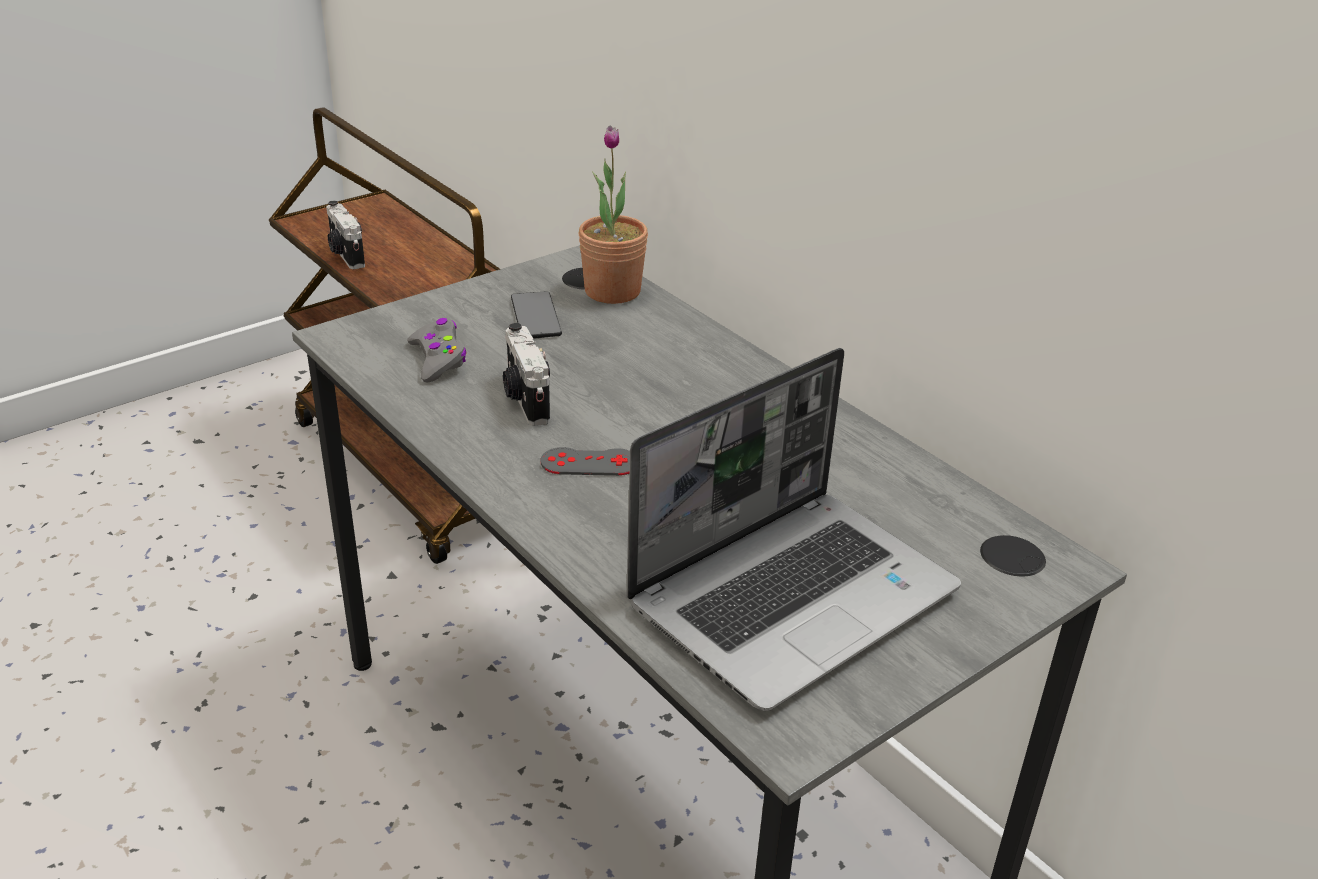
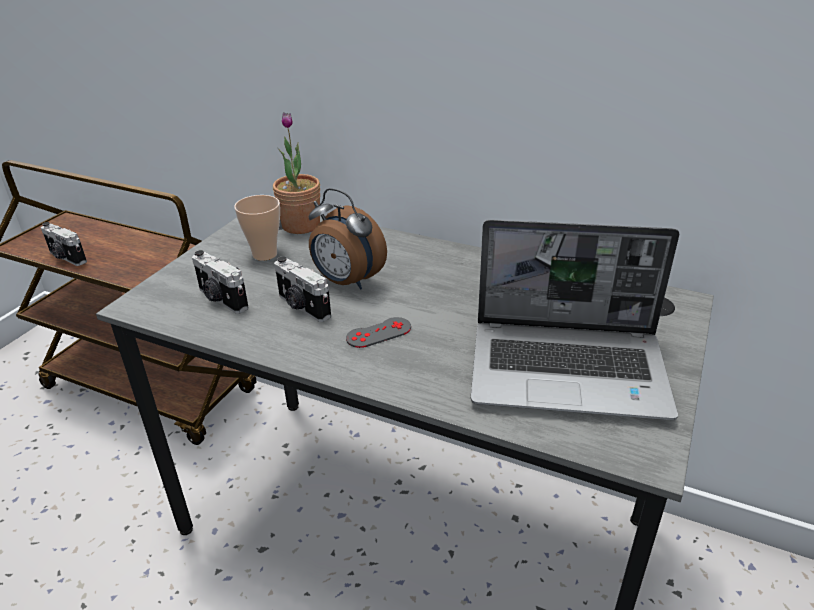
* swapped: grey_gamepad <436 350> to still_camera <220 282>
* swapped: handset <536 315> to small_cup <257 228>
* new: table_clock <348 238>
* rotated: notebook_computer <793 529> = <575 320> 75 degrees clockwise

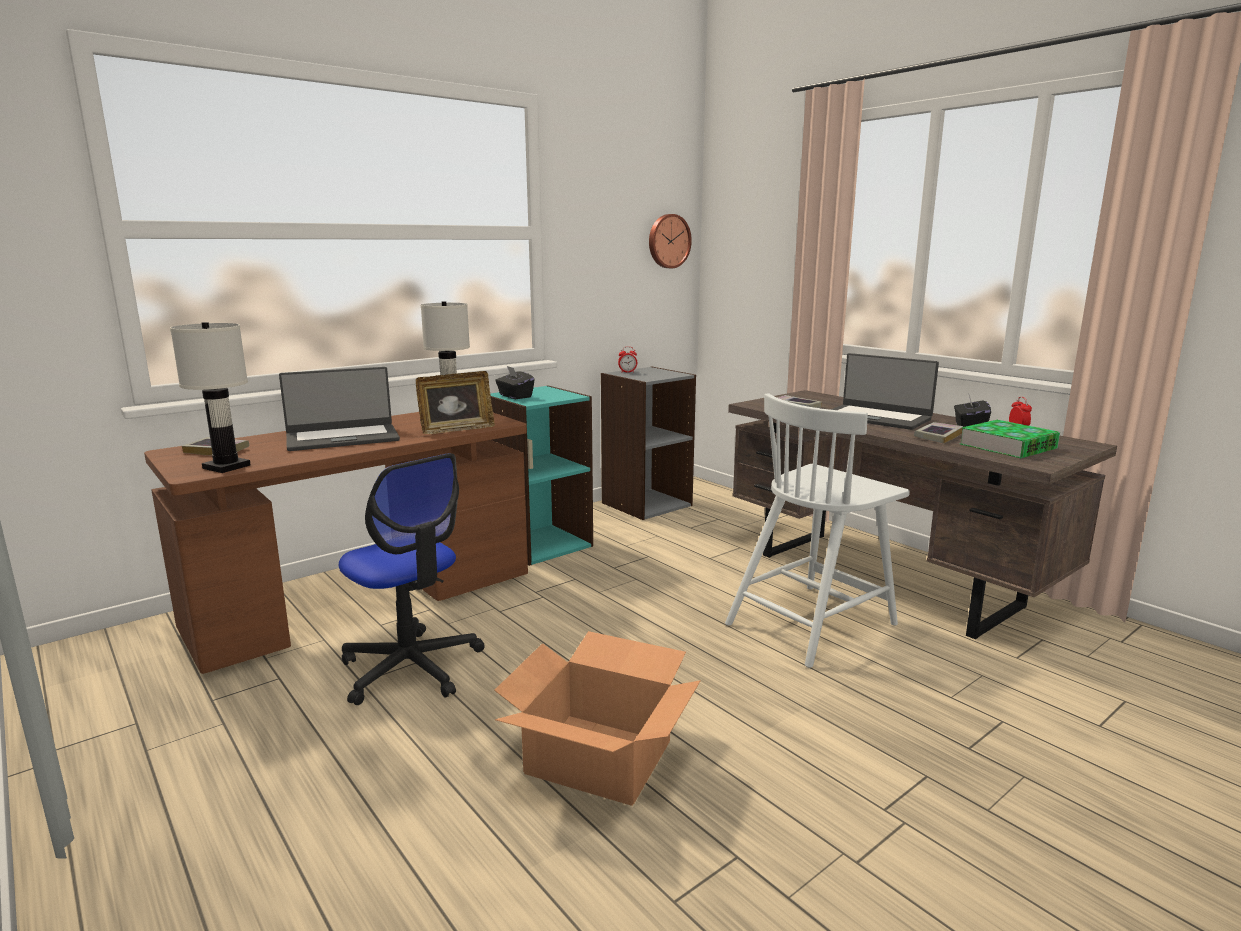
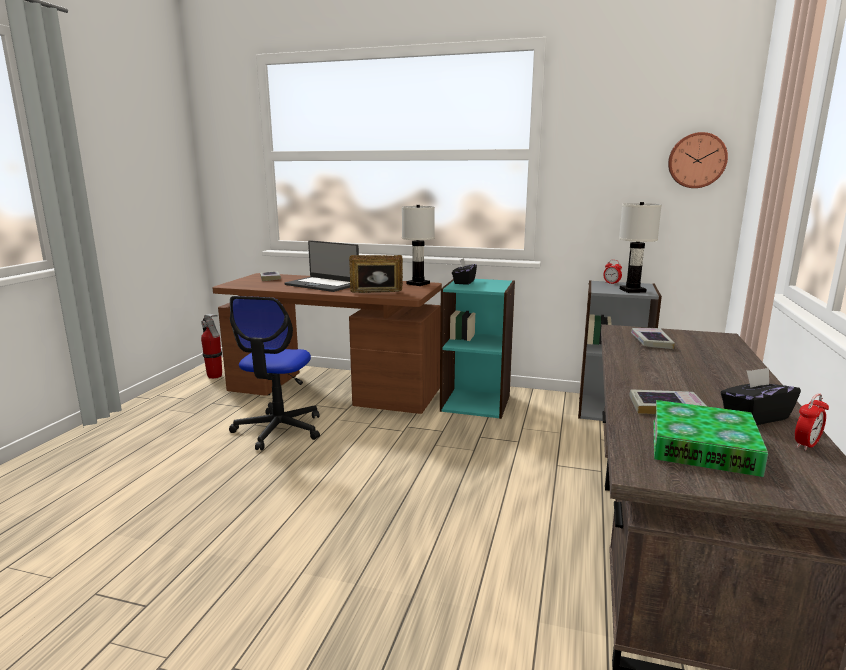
* new: fire_extinguisher <211 346>
* rotated: photo_frame <455 402> = <376 274> 150 degrees clockwise
* shifted: whitish_tabletop_lamp <210 397> to <640 247>
* gone: cardboard_box <597 718>
* gone: whitish_plain_chair <817 530>
* gone: notebook_computer <884 391>

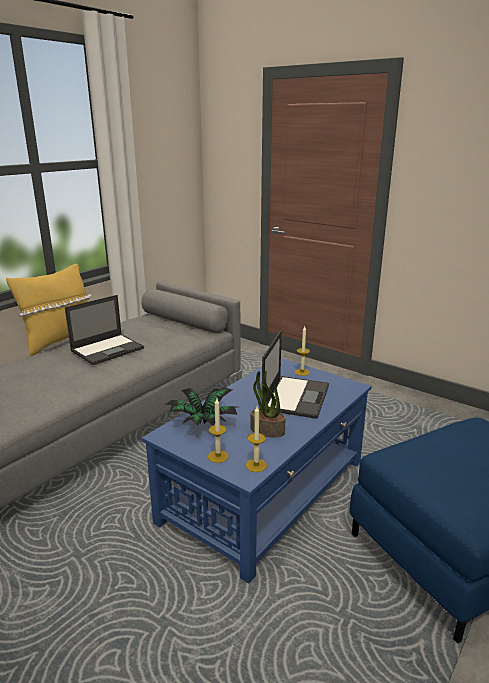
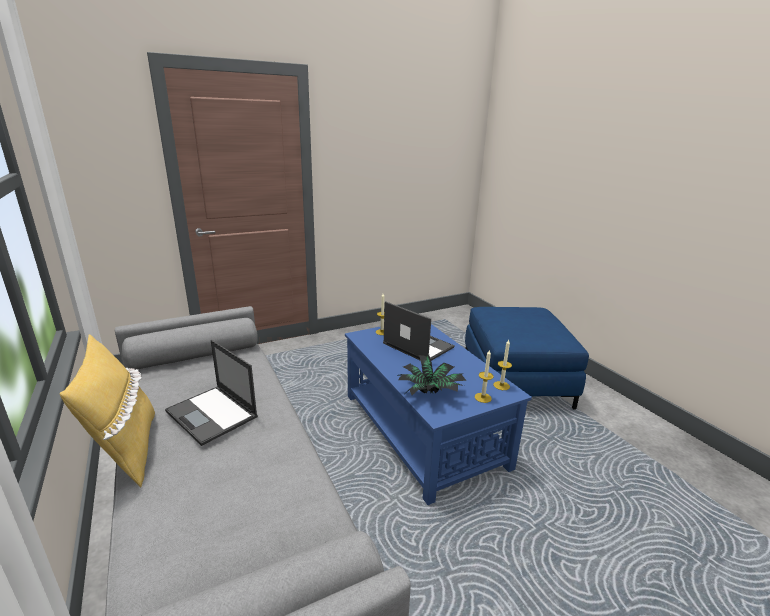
* rotated: notebook_computer <104 330> = <211 393> 150 degrees clockwise
* gone: houseplant <268 404>

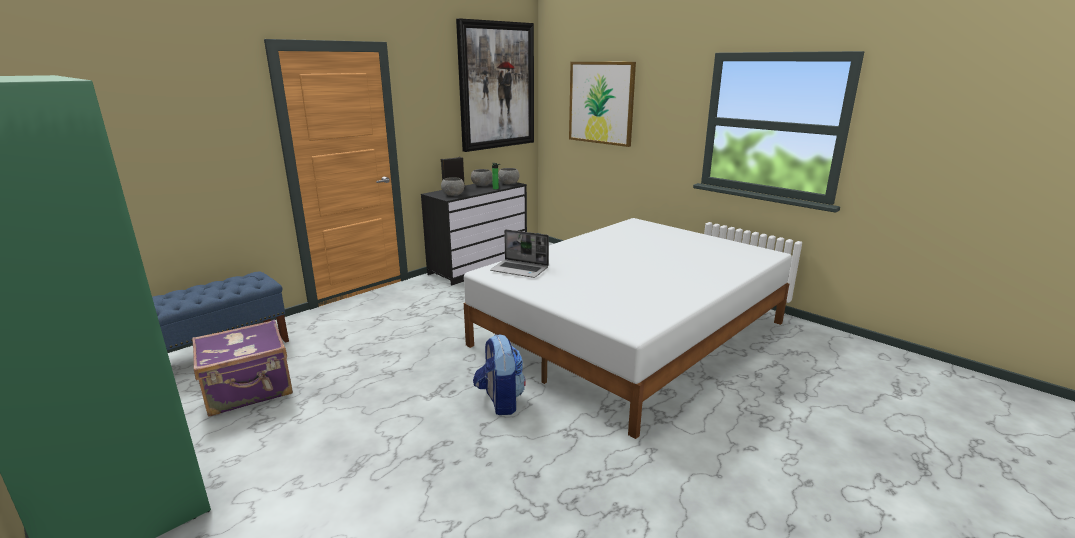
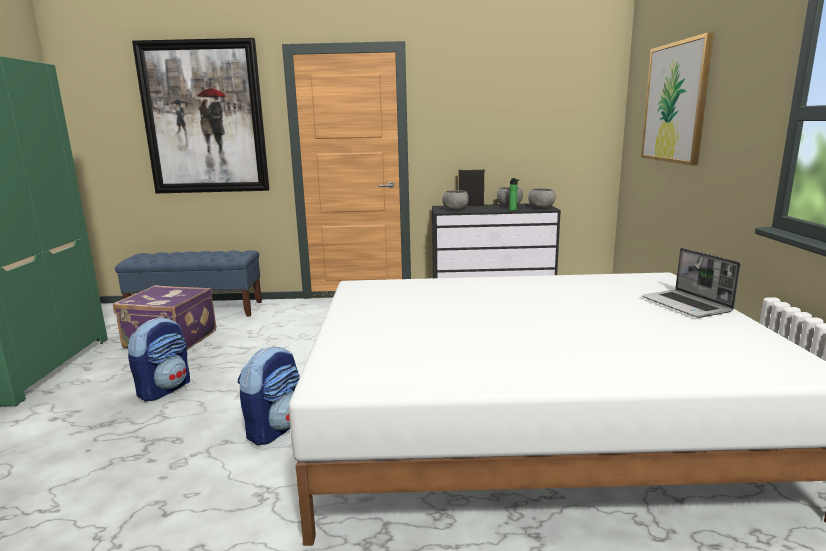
* new: backpack <158 359>
* shifted: picture <495 85> to <200 115>
* shifted: notebook_computer <519 253> to <691 283>

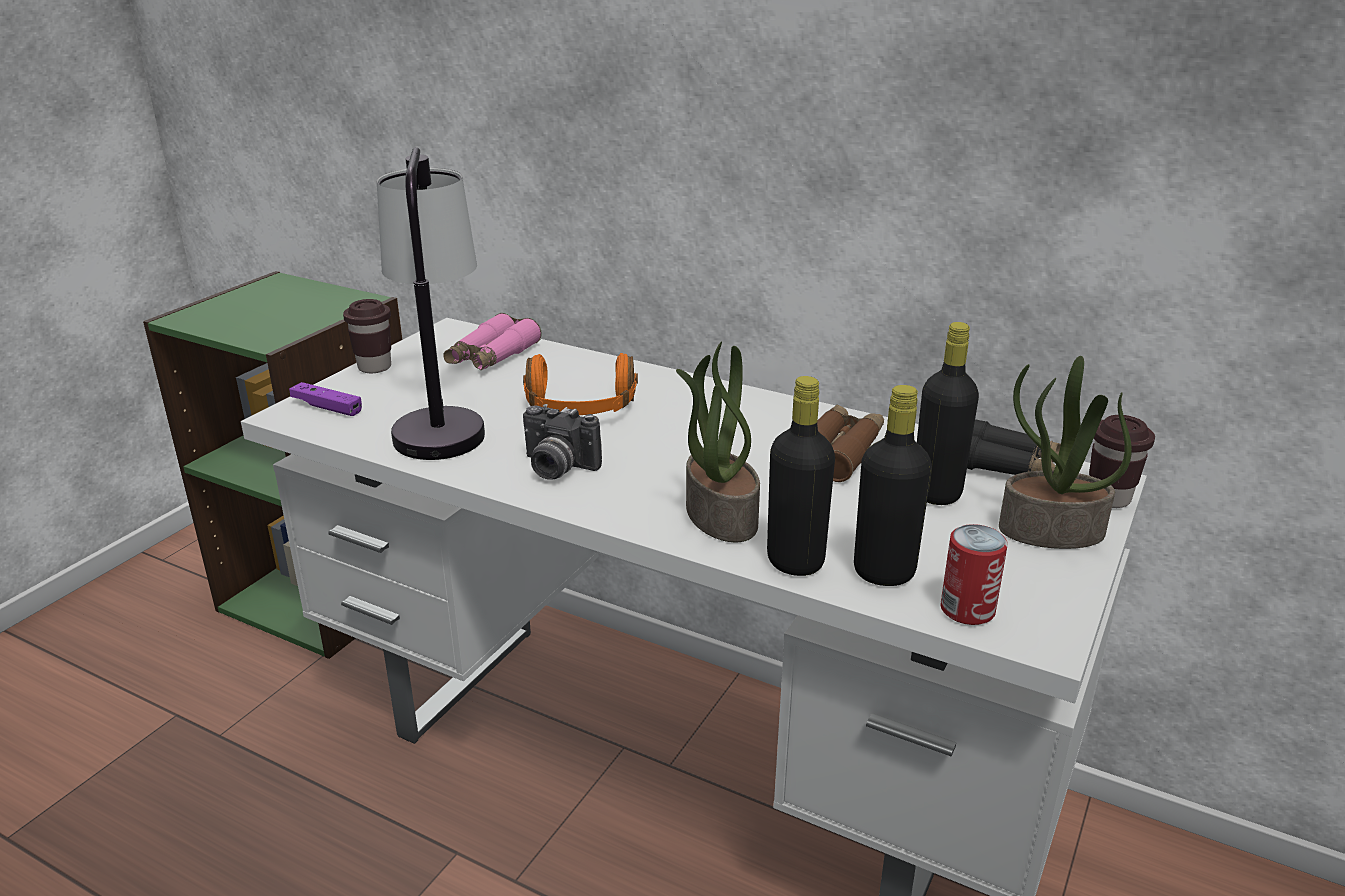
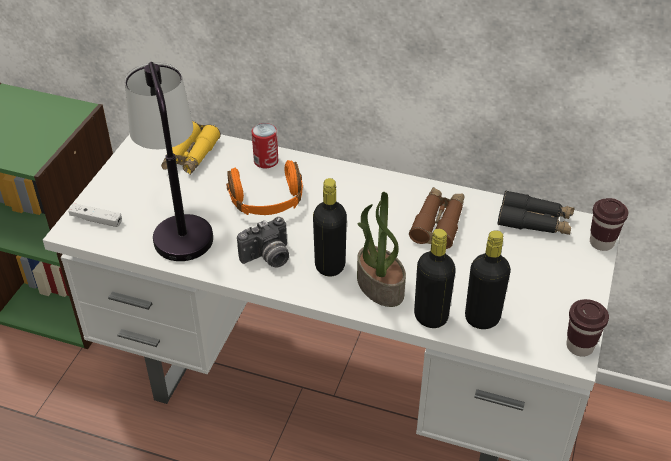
* repainted: purple-coloured_gamepad <325 399> to whitish_gamepad <95 215>
* repainted: pink-coloured_binoculars <492 341> to yellow-coloured_binoculars <191 148>
* rotated: still_camera <562 442> = <263 242> 45 degrees counterclockwise
* shifted: can <974 574> to <265 146>
* shifted: black_bottle <948 413> to <330 227>
* shifted: brown-coloured_small_cup <367 336> to <587 328>
* gone: houseplant <1065 452>

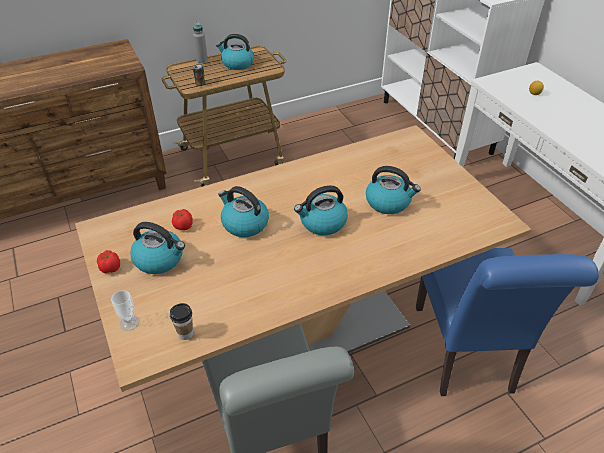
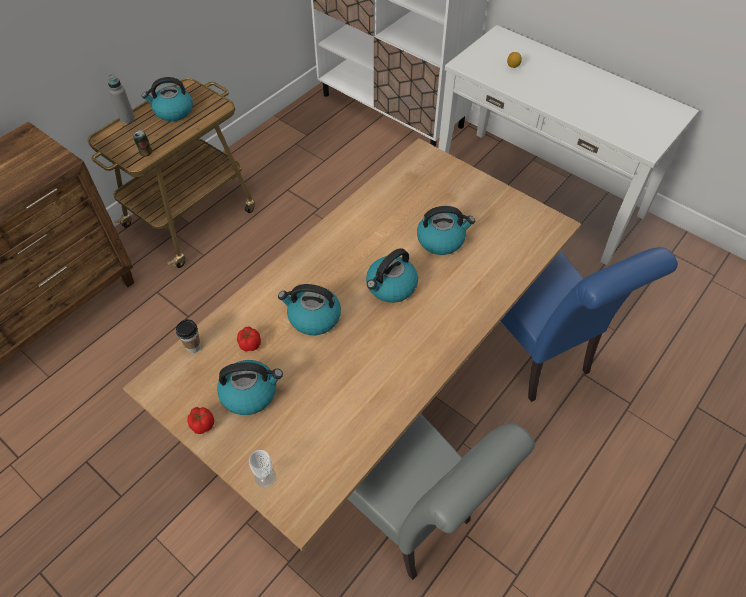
* shifted: small_cup <181 321> to <188 336>

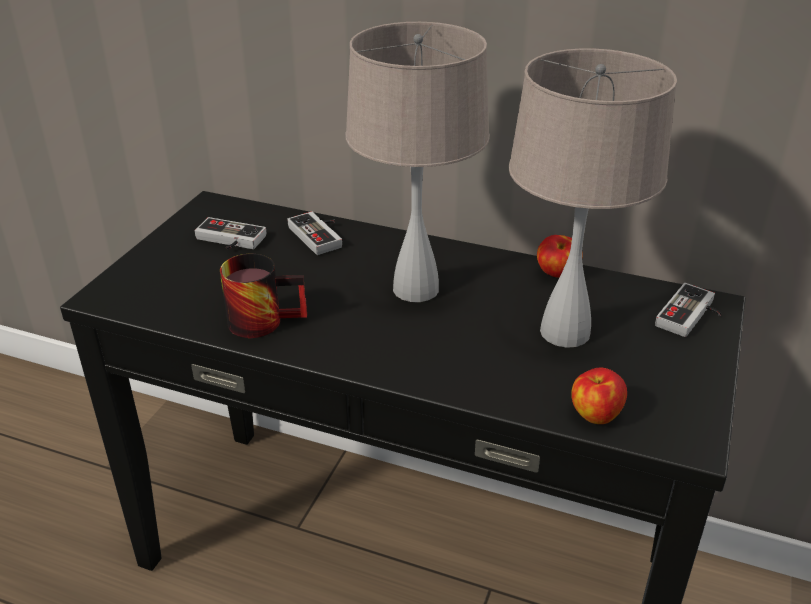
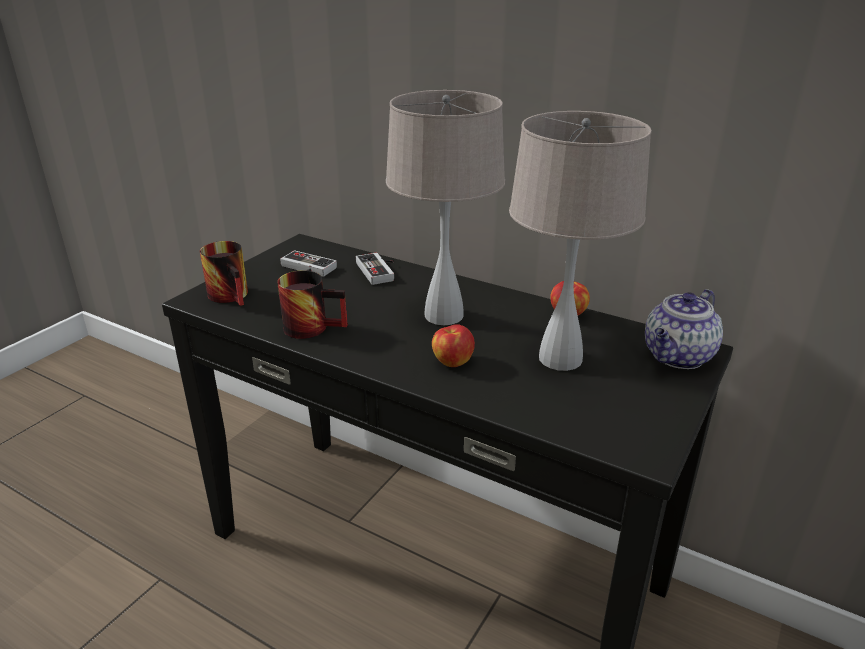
* new: mug <224 273>
* shifted: whole_apple <599 395> to <453 345>
* swapped: gamepad <688 310> to teapot <684 329>

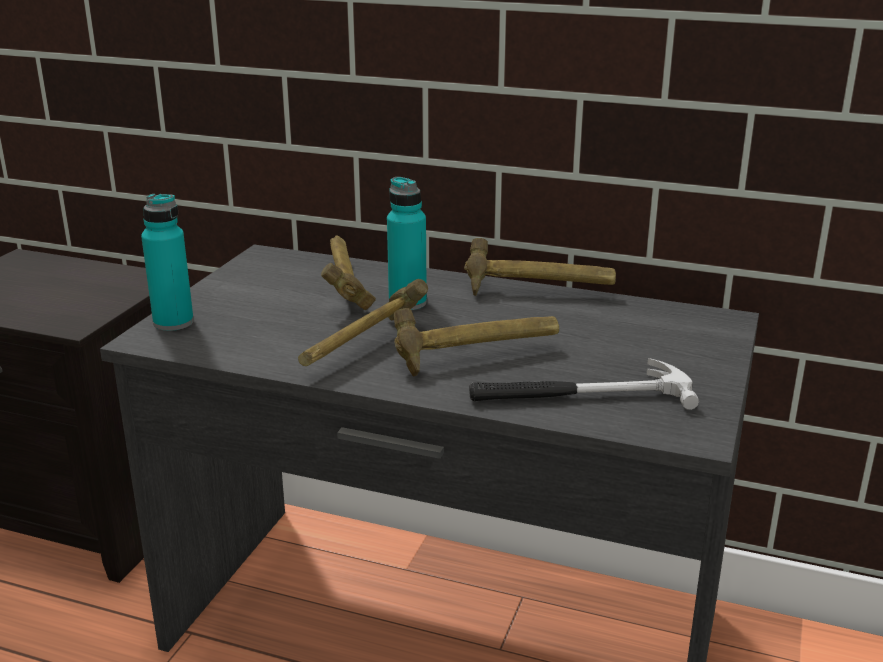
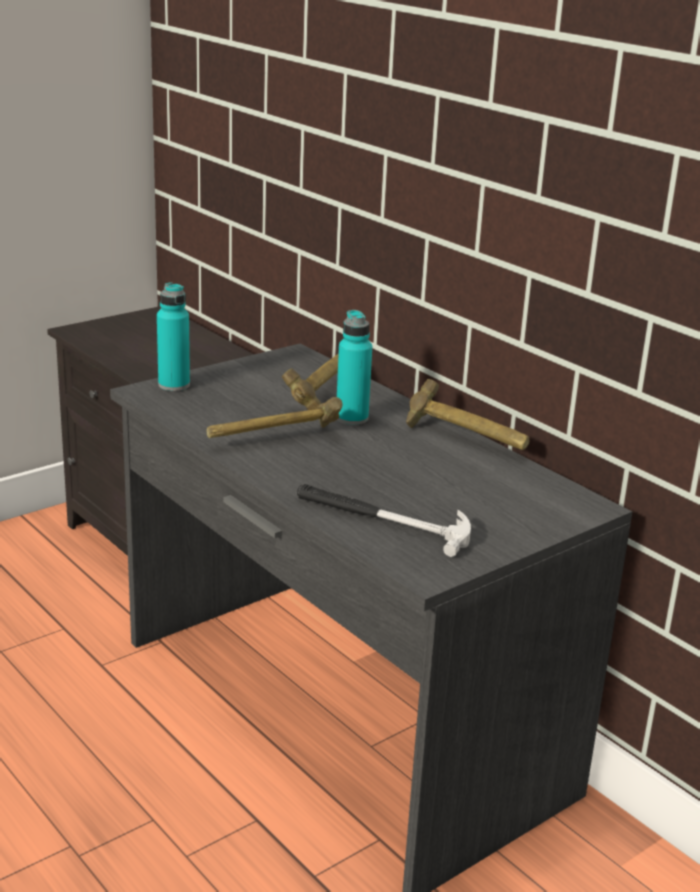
* gone: tool_hammer <476 342>

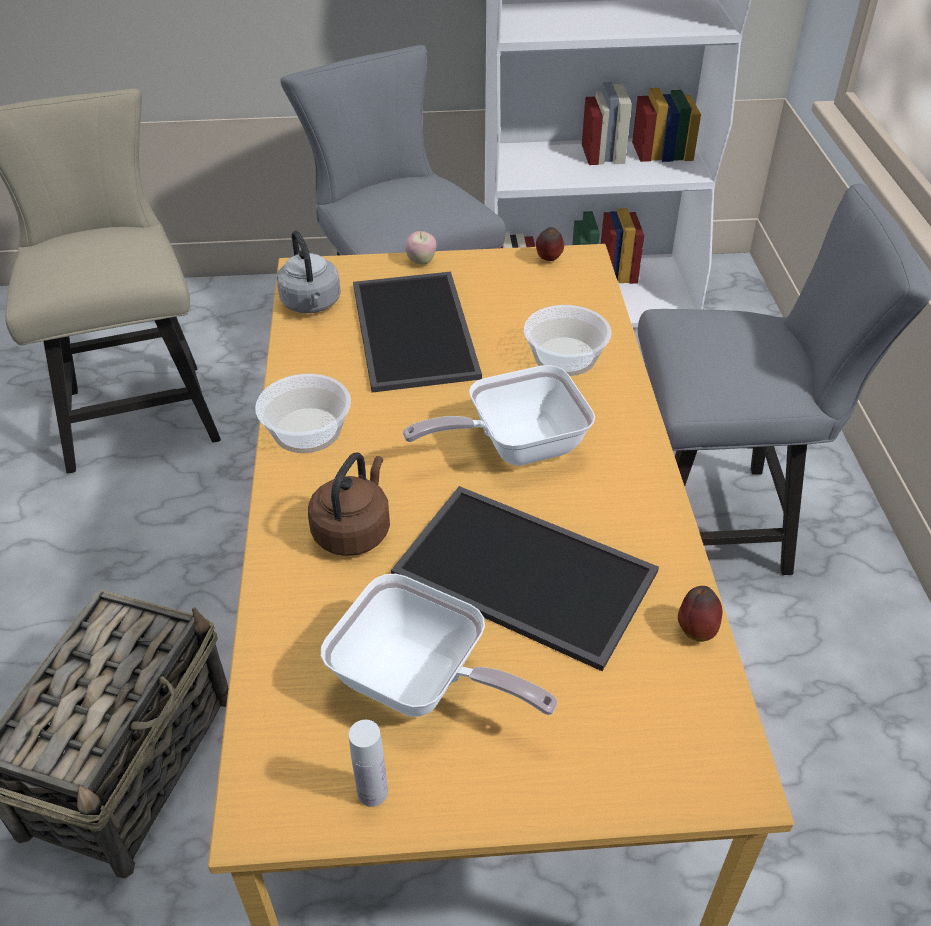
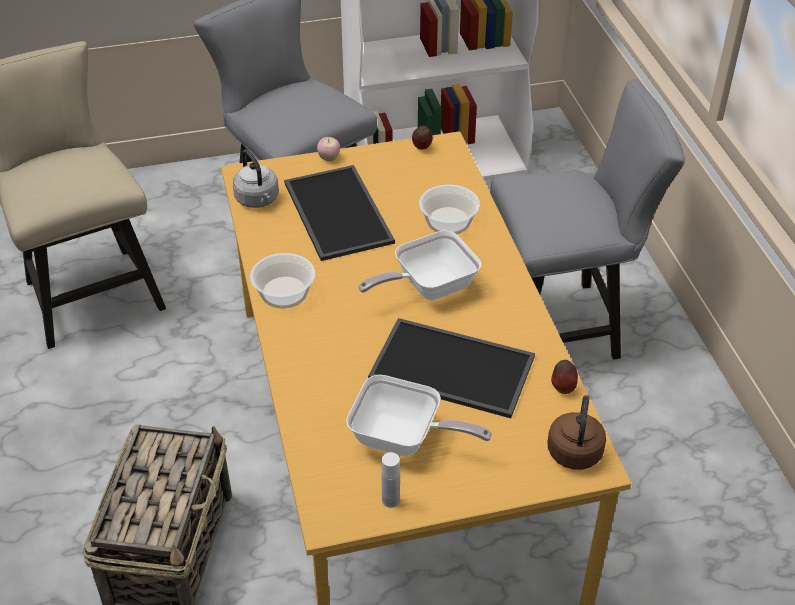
* shifted: brown-coloured_water_kettle <349 504> to <576 432>

